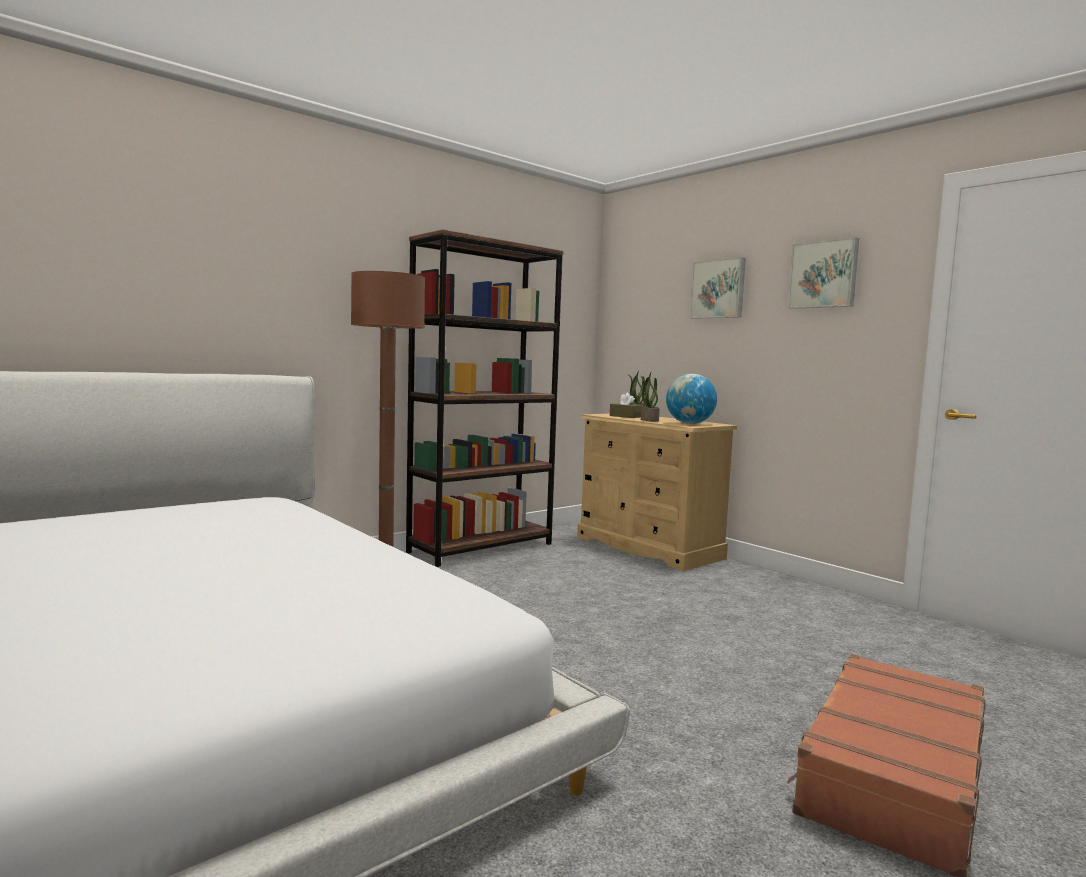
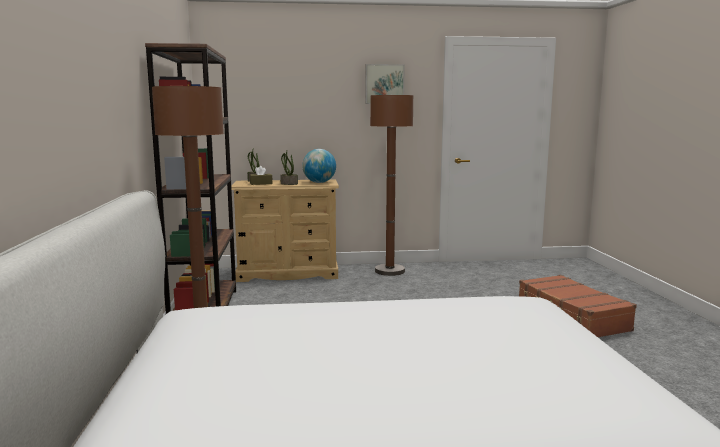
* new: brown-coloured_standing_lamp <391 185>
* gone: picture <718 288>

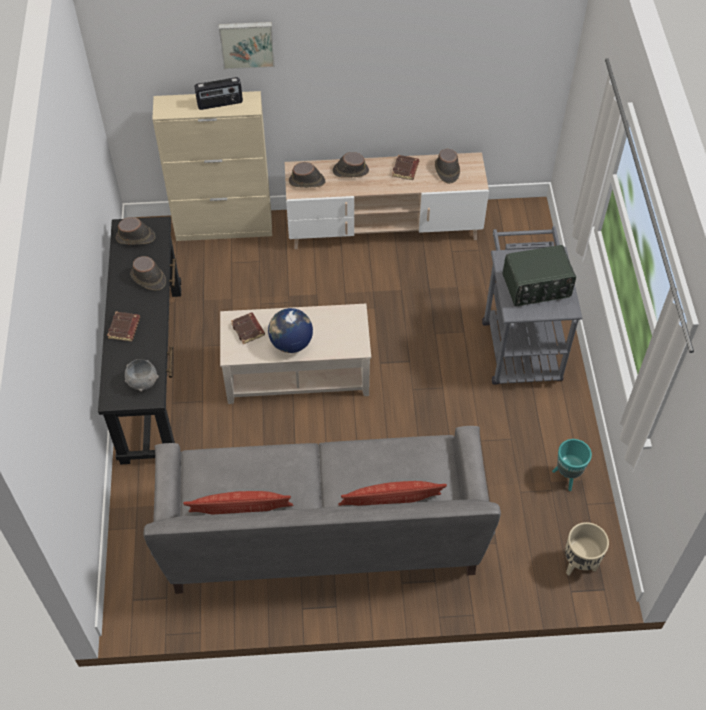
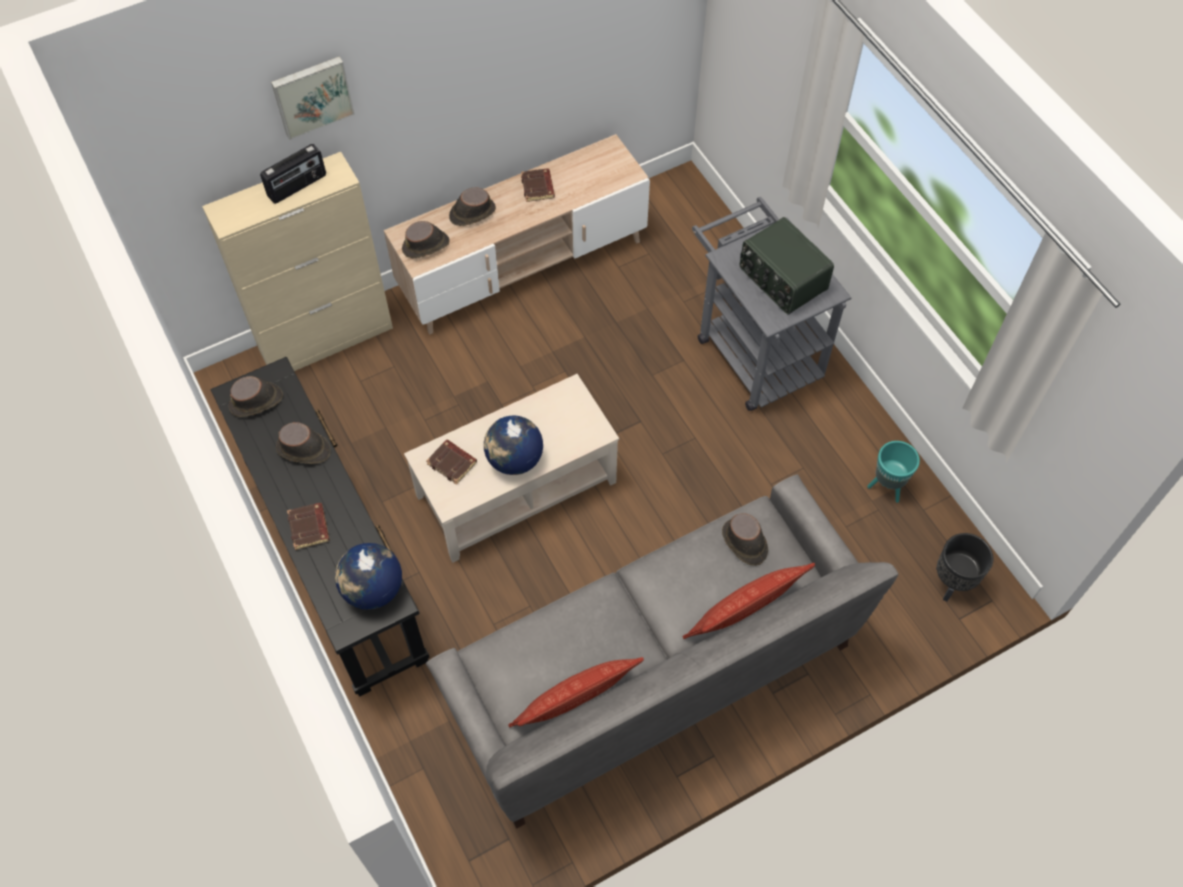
* swapped: grey_serving_bowl <142 375> to globe <368 576>
* shifted: brown-coloured_hat <447 166> to <745 539>
* rotated: radio_receiver <539 275> = <787 266> 90 degrees clockwise
* repainted: beige_planter <587 549> to black_planter <964 567>

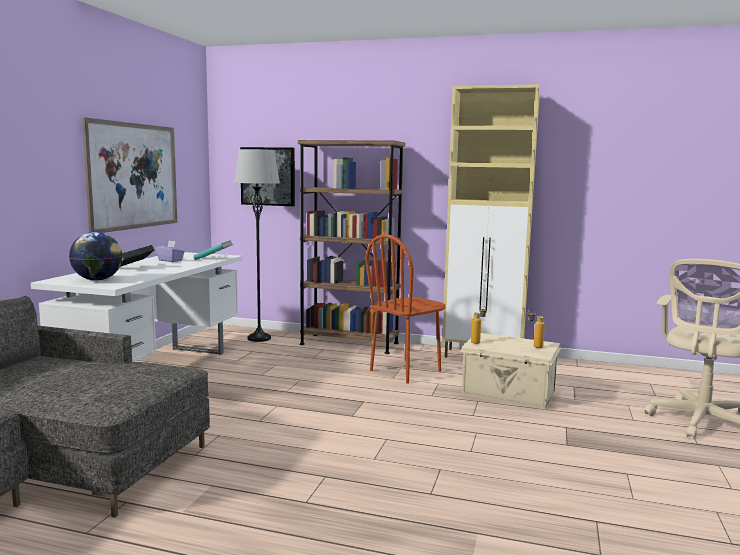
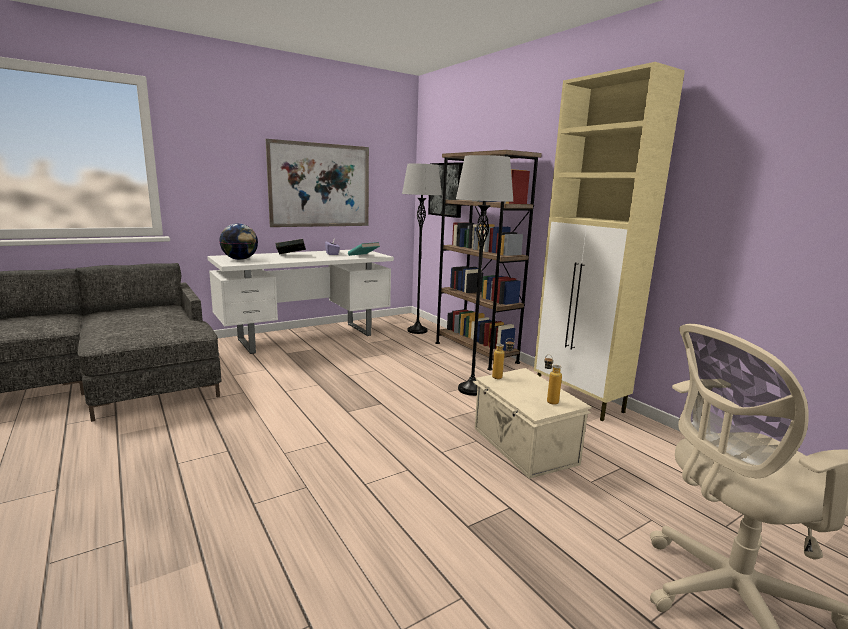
* swapped: brown-coloured_plain_chair <405 309> to grey_standing_lamp <484 275>

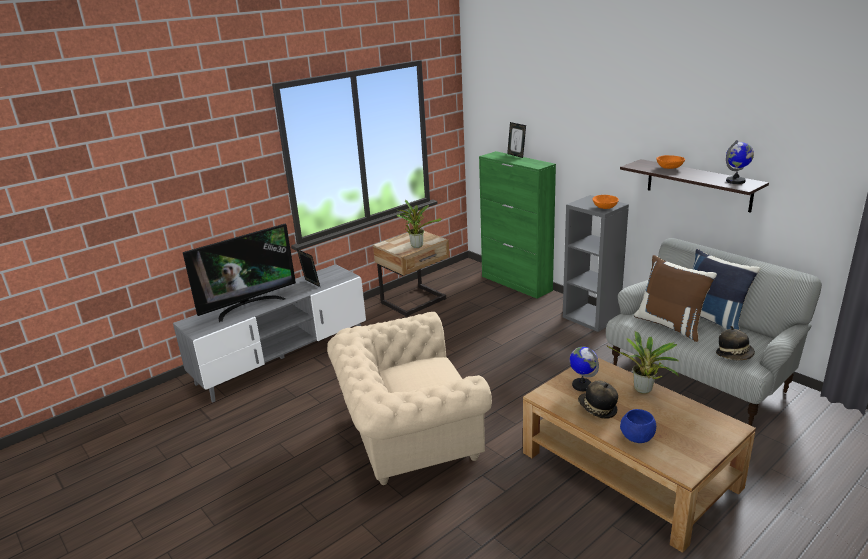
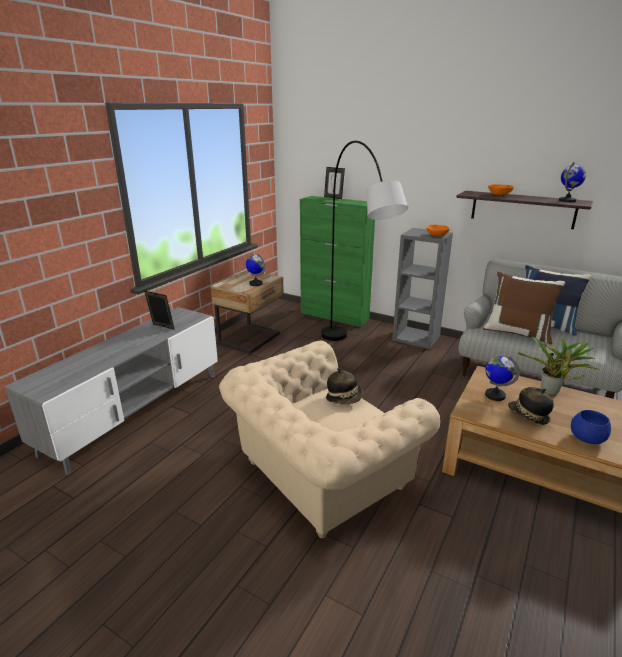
* swapped: houseplant <419 224> to globe <255 270>
* new: grey_standing_lamp <364 241>
* shifted: hat <735 343> to <344 386>
* gone: TV <239 273>

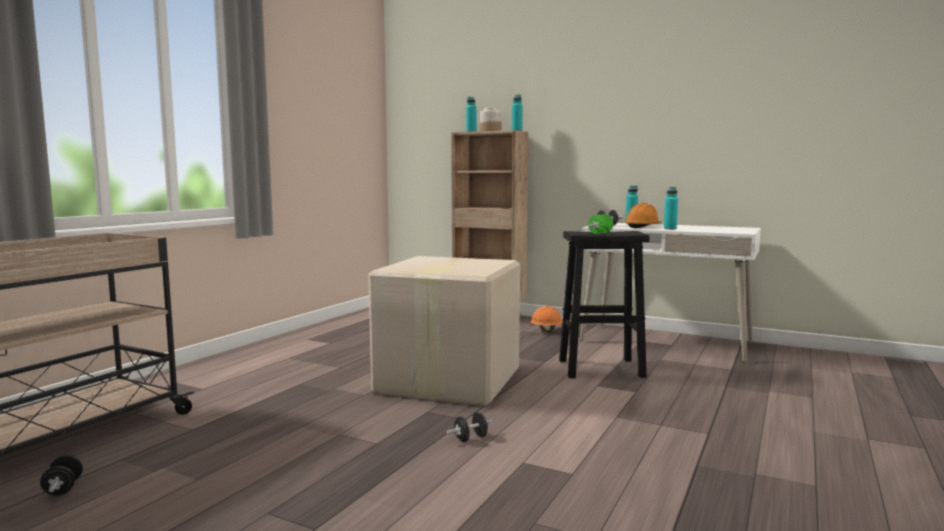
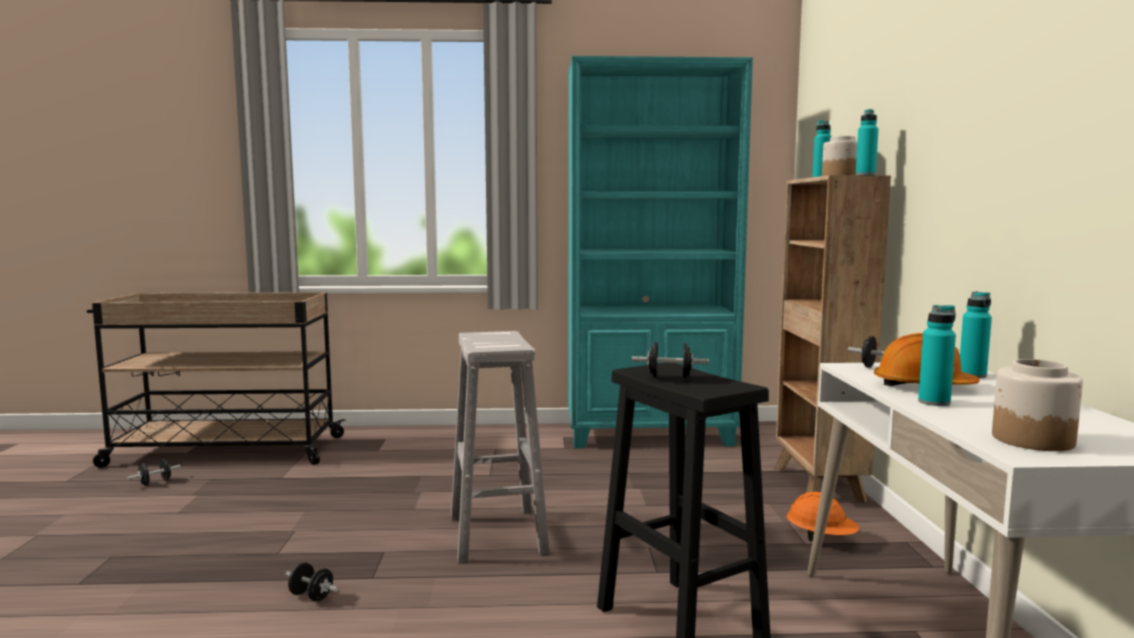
* swapped: cardboard_box <444 331> to whitish_sitting_stool <500 447>
* new: turquoise_bookcase <660 252>
* repainted: green-coloured_hand_weight <600 224> to black_hand_weight <670 360>
* new: preserve_jar <1037 405>

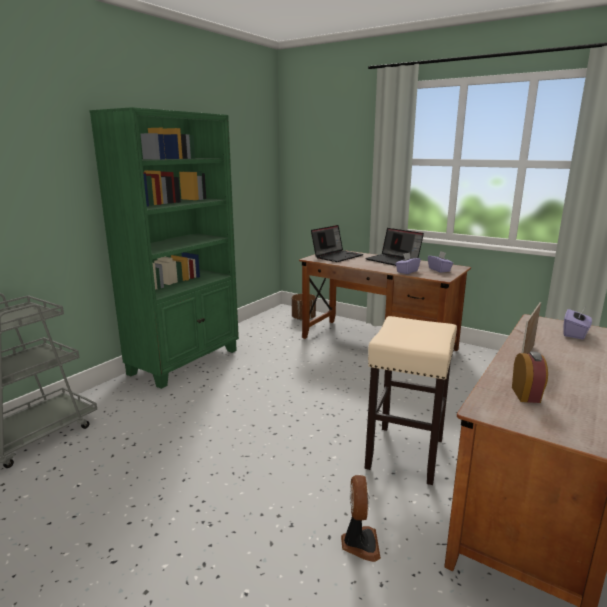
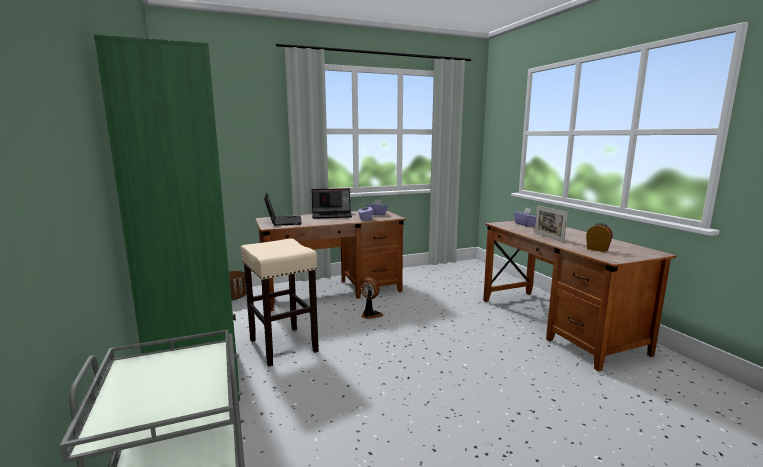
* shifted: beige_sitting_stool <411 400> to <280 303>
* shifted: fan <361 518> to <372 298>

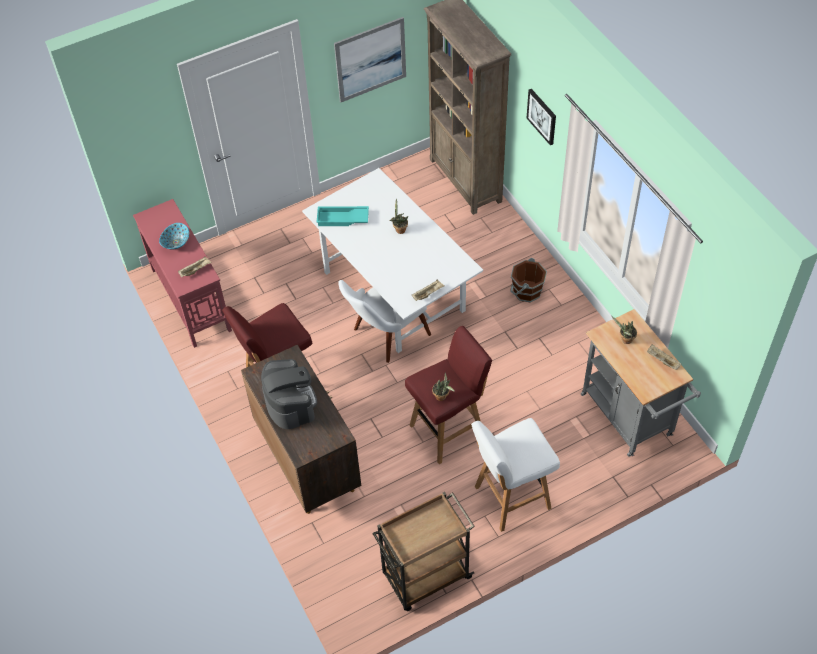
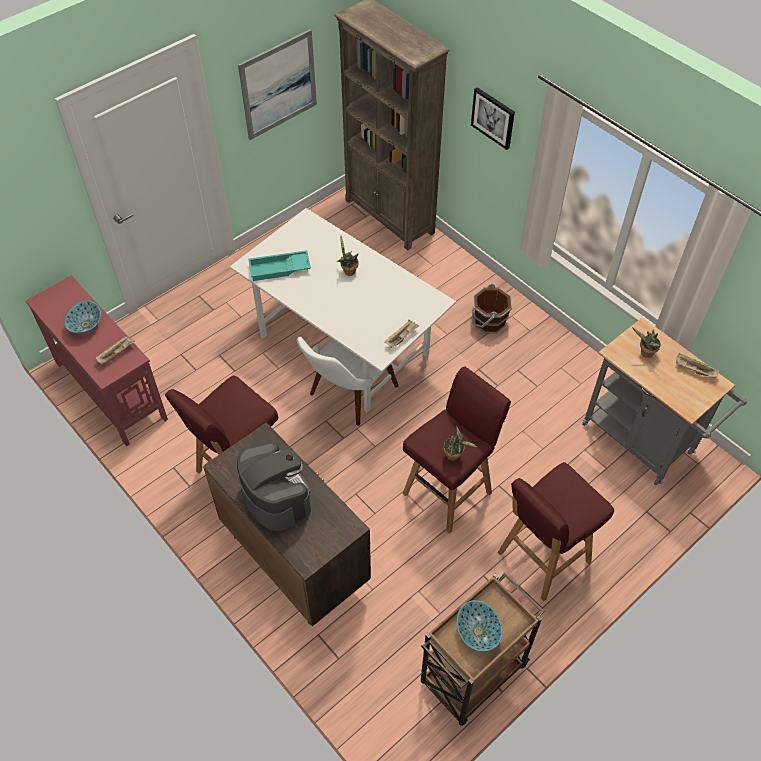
* new: serving_bowl <479 625>
* repainted: whitish_sitting_stool <515 475> to reddish_sitting_stool <556 531>

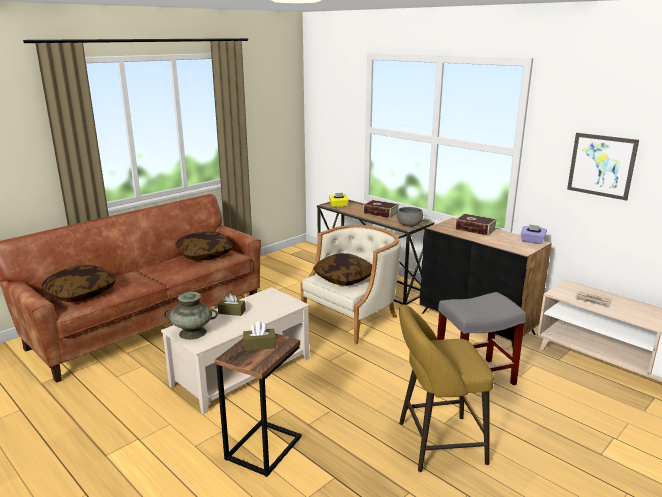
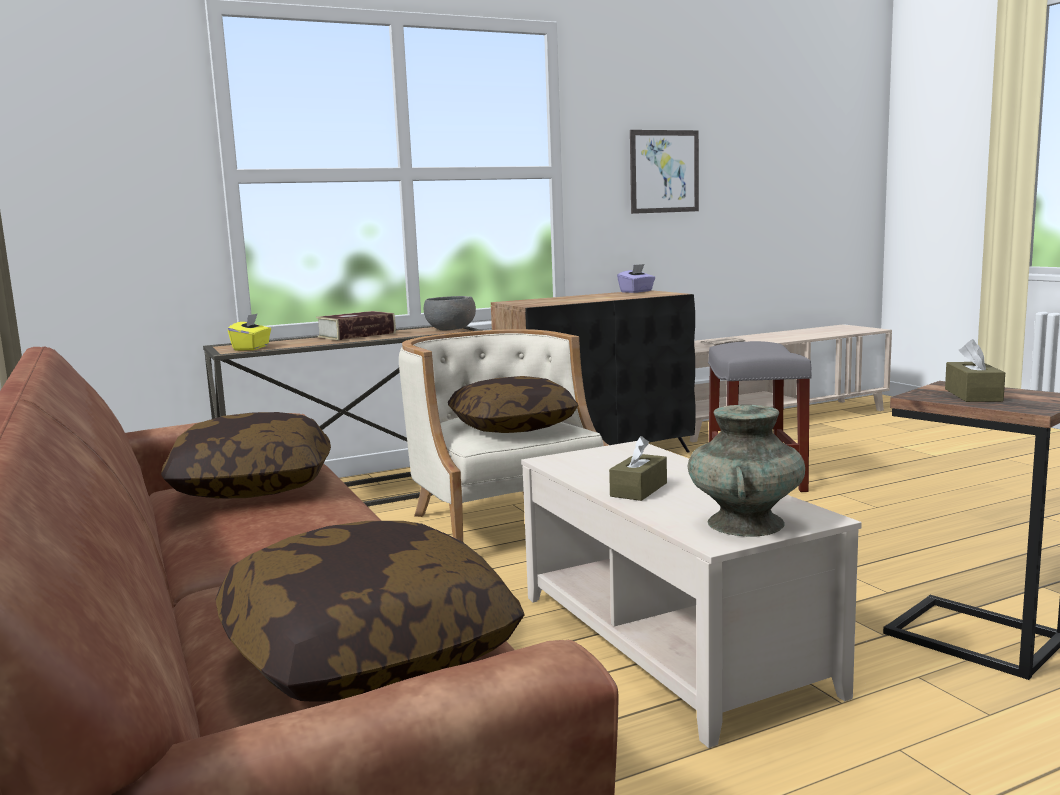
* gone: yellow-coloured_sitting_stool <446 388>
* gone: bound_book <476 224>

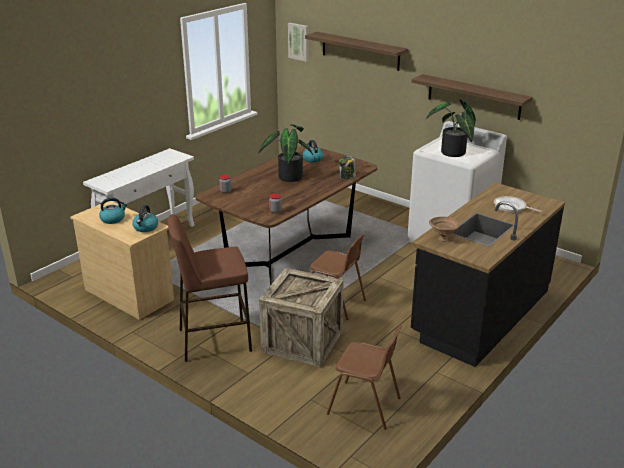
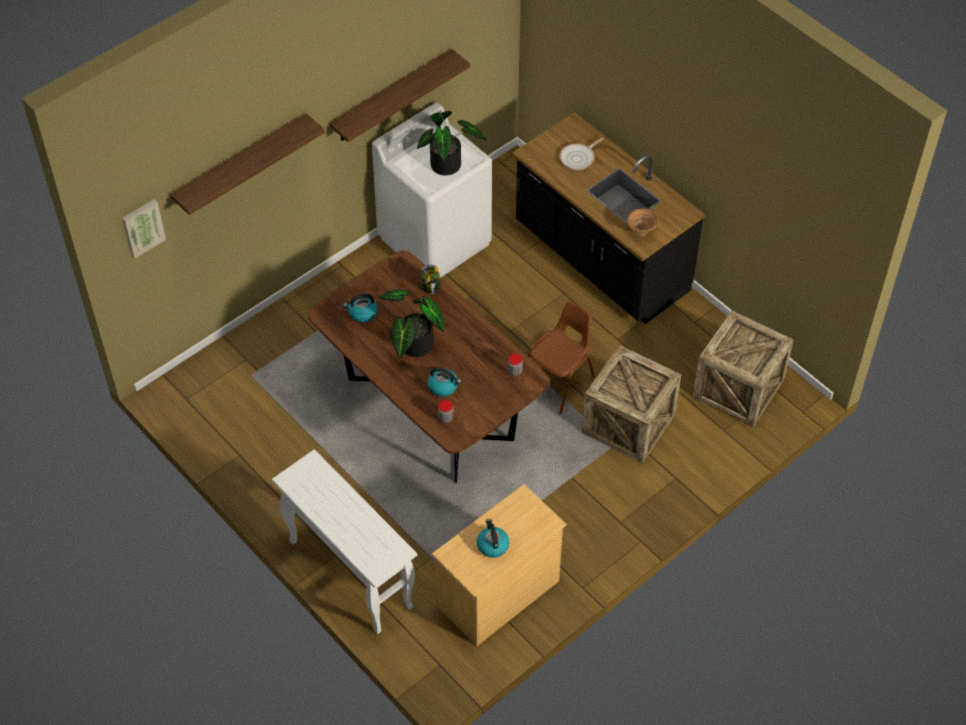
* shifted: water_kettle <145 218> to <445 381>
* swapped: brown-coloured_plain_chair <364 377> to crate <743 368>
* gone: brown-coloured_sitting_stool <210 288>

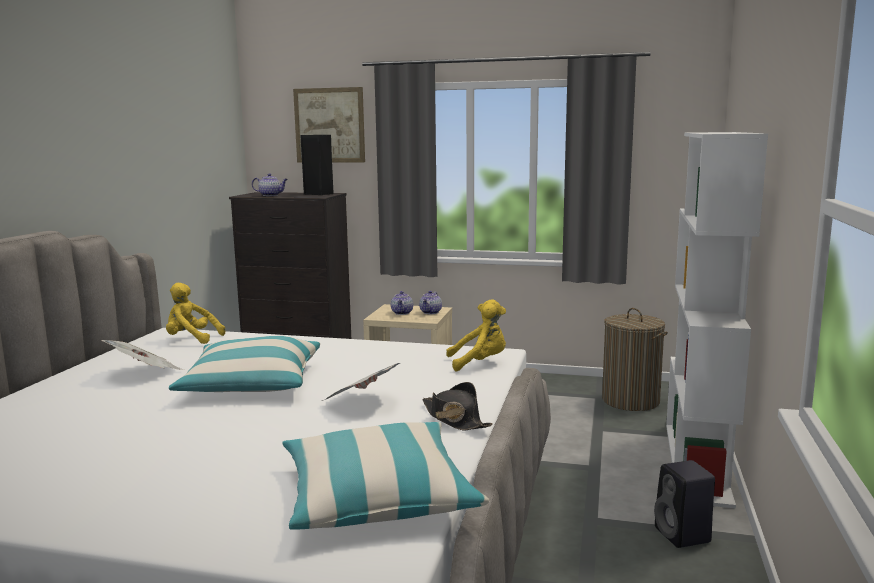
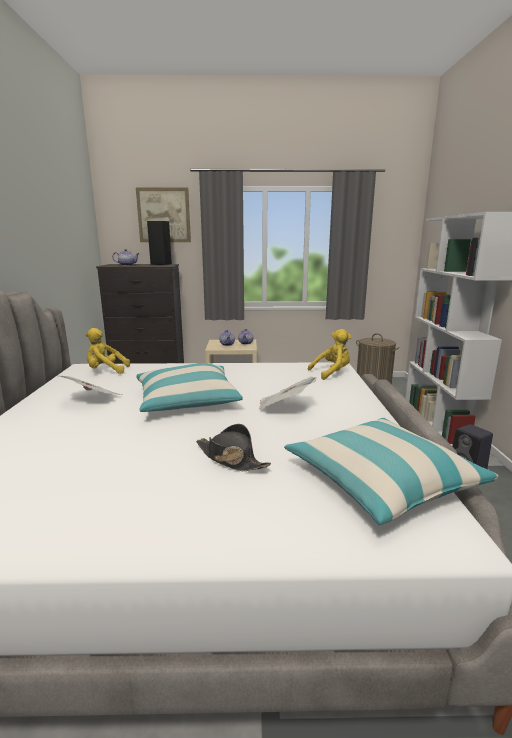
* shifted: black_hat <457 406> to <233 447>

